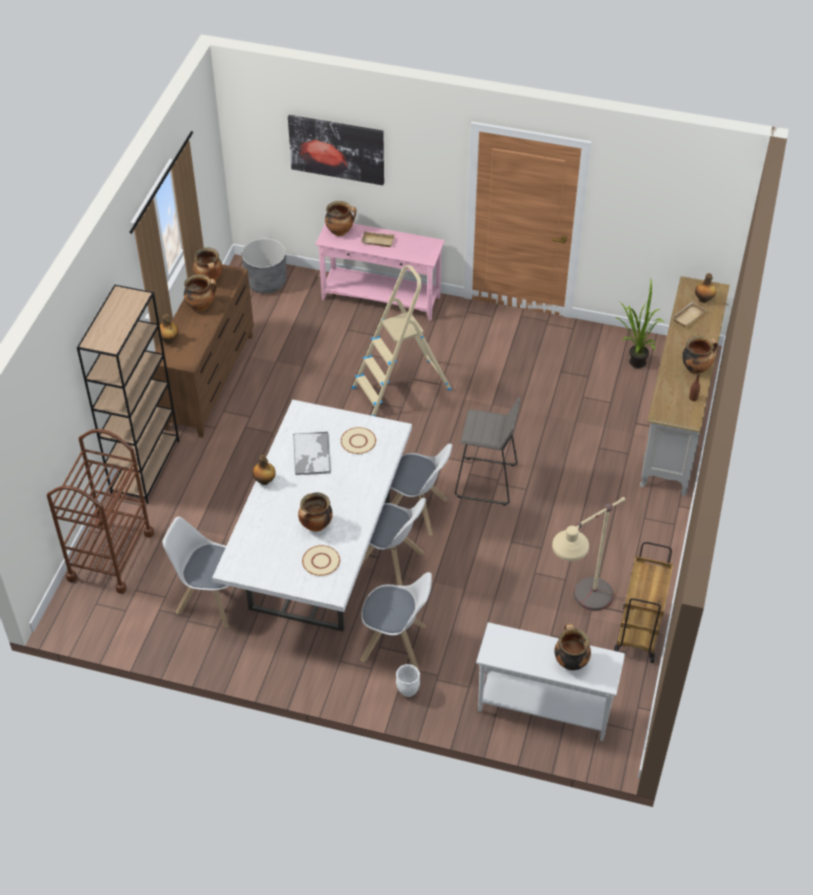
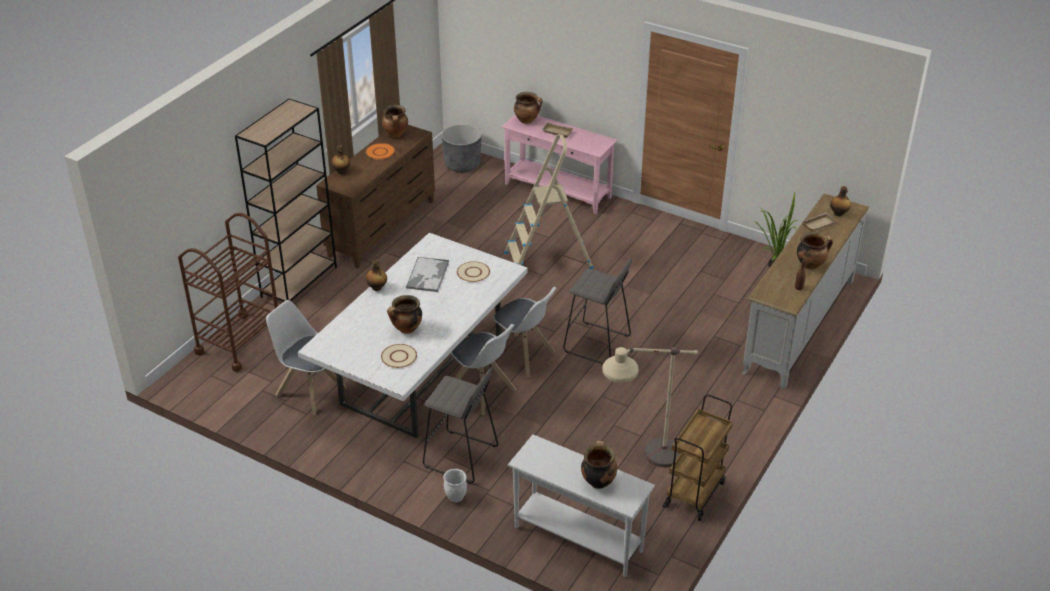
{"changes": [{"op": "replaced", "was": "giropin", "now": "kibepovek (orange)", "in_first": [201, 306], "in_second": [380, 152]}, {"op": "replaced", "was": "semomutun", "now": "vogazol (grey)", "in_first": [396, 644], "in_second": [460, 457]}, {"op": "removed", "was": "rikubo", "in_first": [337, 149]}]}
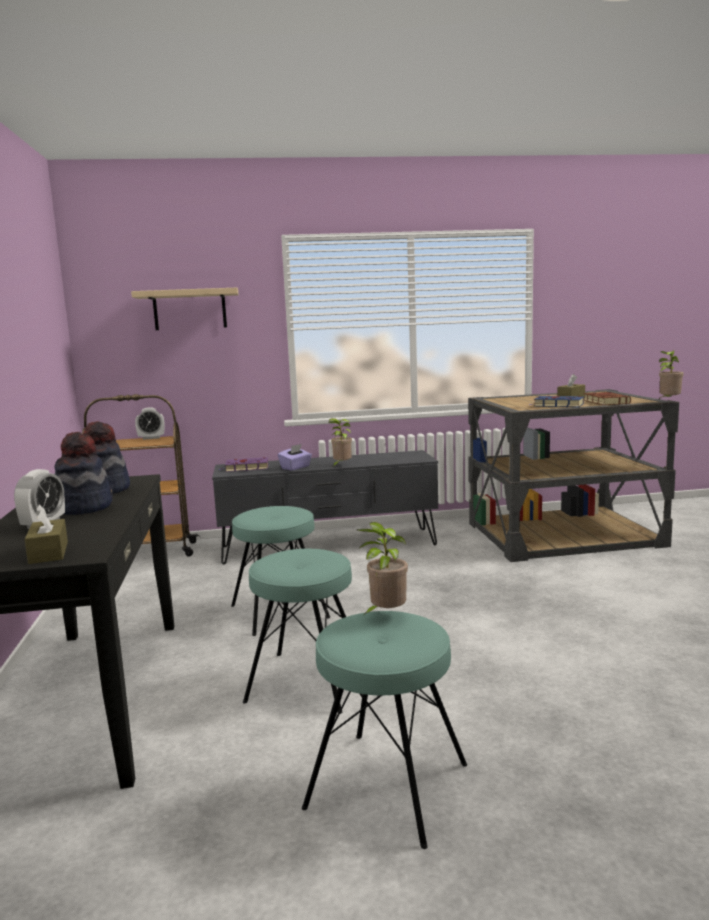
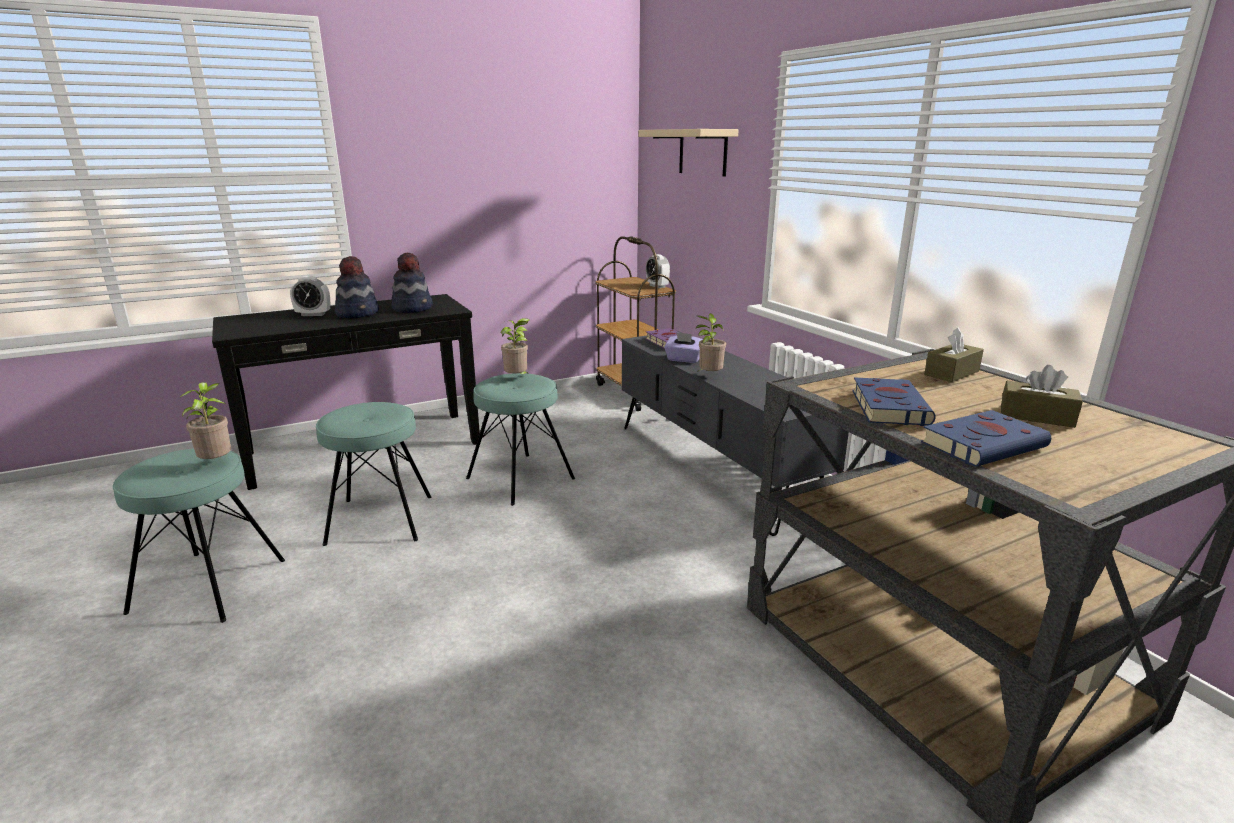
{"changes": [{"op": "moved", "was": "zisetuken", "in_first": [668, 401], "in_second": [517, 378]}, {"op": "recoloured", "was": "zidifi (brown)", "now": "zidifi (blue)", "in_first": [605, 402], "in_second": [985, 444]}, {"op": "moved", "was": "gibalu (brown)", "in_first": [48, 552], "in_second": [951, 373]}]}
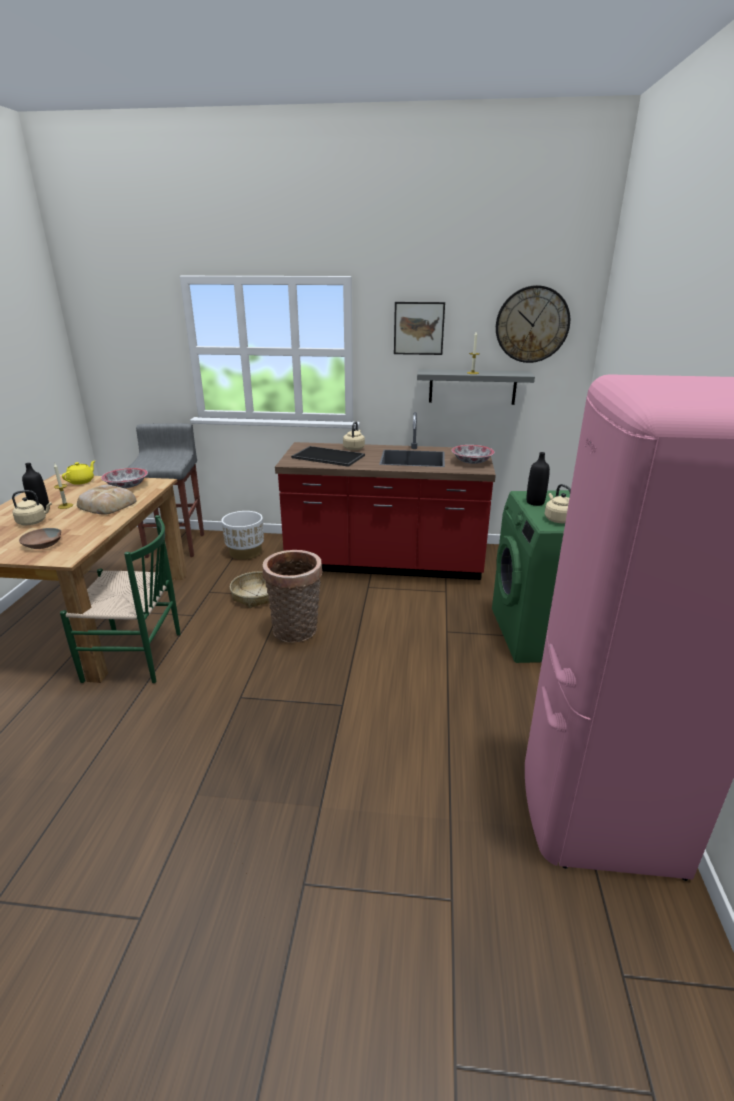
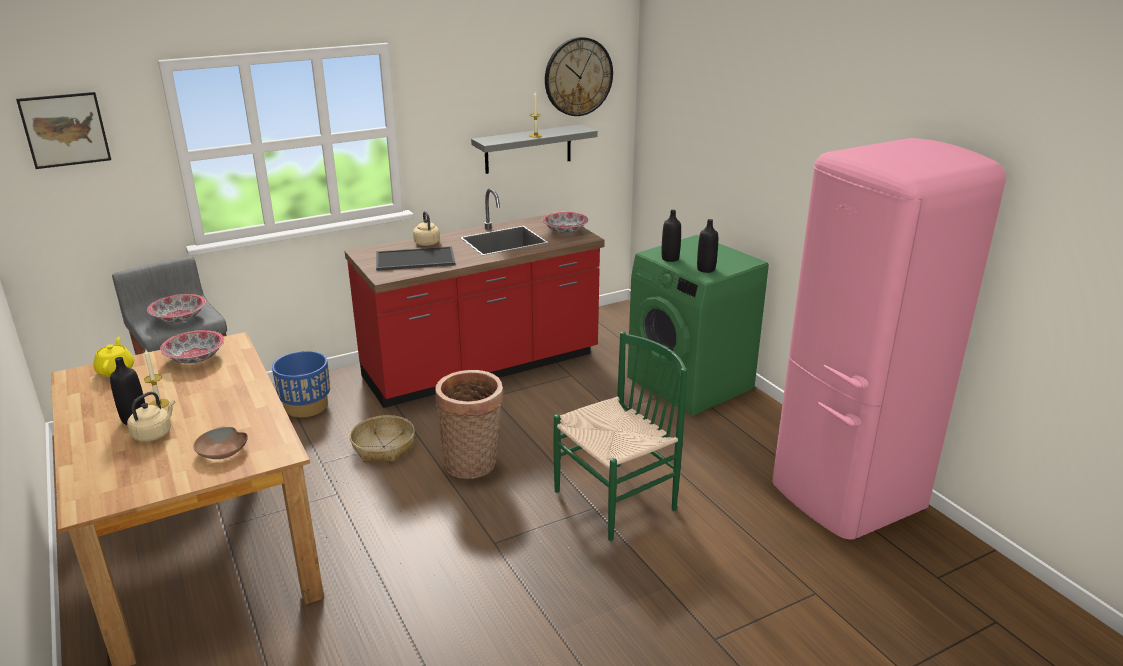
{"changes": [{"op": "moved", "was": "rikubo", "in_first": [419, 328], "in_second": [65, 130]}, {"op": "added", "now": "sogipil", "in_second": [179, 318]}, {"op": "recoloured", "was": "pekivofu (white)", "now": "pekivofu (blue)", "in_first": [245, 552], "in_second": [306, 407]}, {"op": "moved", "was": "semomutun (green)", "in_first": [138, 657], "in_second": [619, 499]}, {"op": "replaced", "was": "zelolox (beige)", "now": "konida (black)", "in_first": [557, 519], "in_second": [706, 269]}, {"op": "removed", "was": "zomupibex", "in_first": [107, 504]}]}
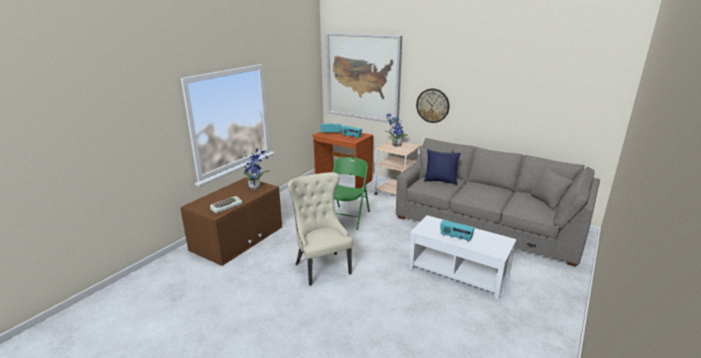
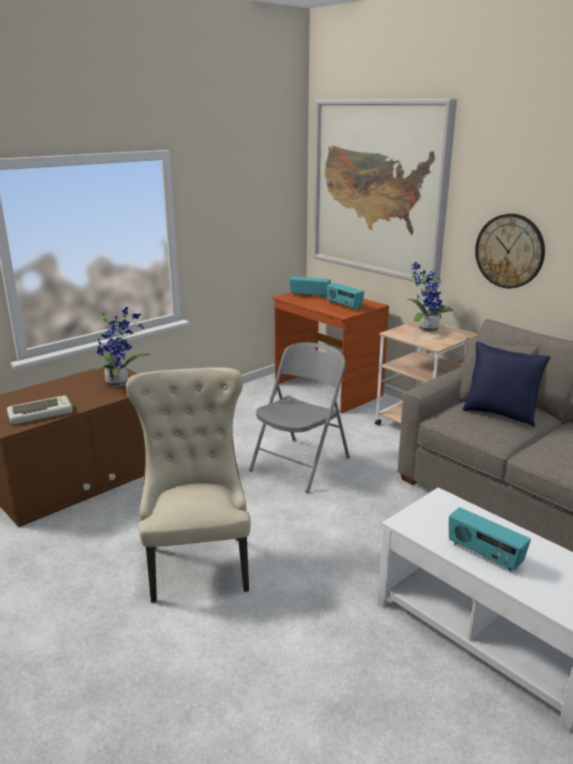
{"changes": [{"op": "recoloured", "was": "semomutun (green)", "now": "semomutun (grey)", "in_first": [347, 217], "in_second": [300, 464]}]}
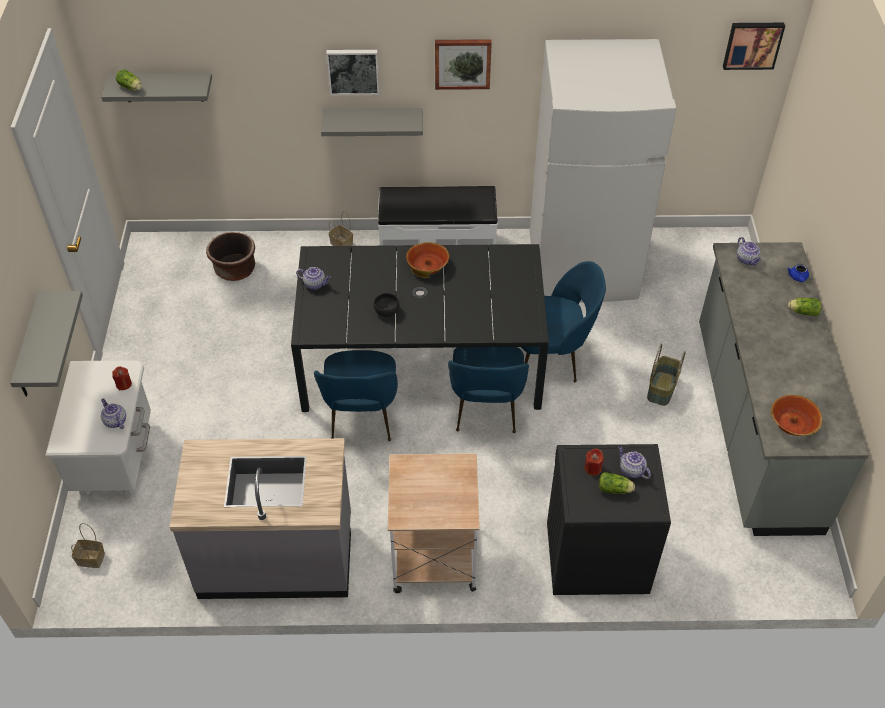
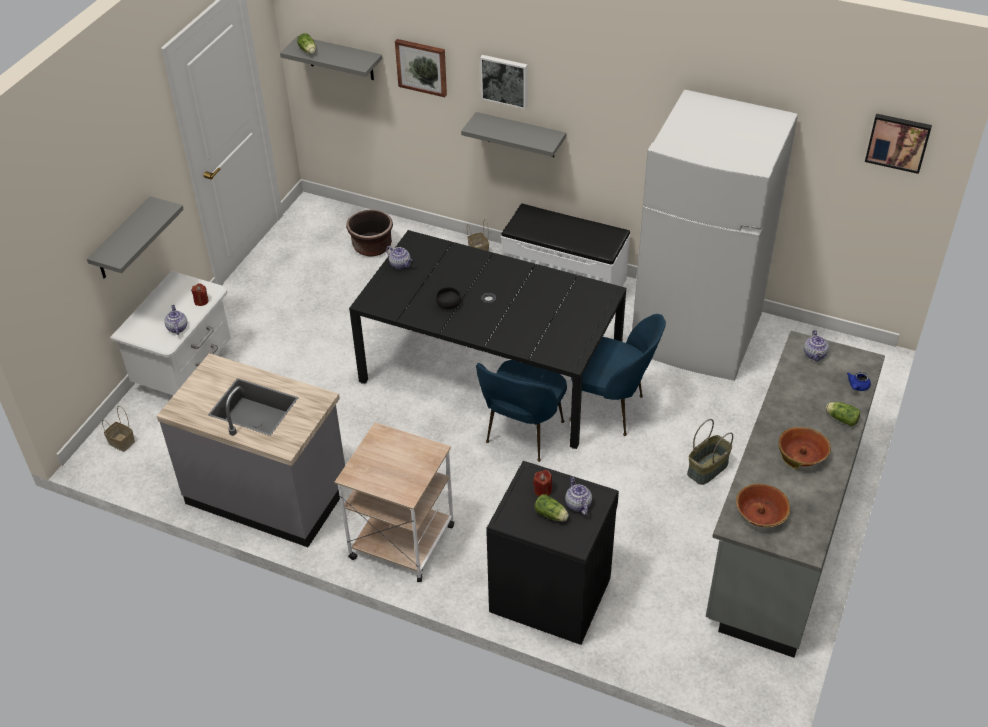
{"changes": [{"op": "moved", "was": "rikubo", "in_first": [462, 63], "in_second": [422, 67]}, {"op": "moved", "was": "sogipil", "in_first": [428, 265], "in_second": [802, 455]}, {"op": "removed", "was": "semomutun (blue)", "in_first": [361, 423]}]}
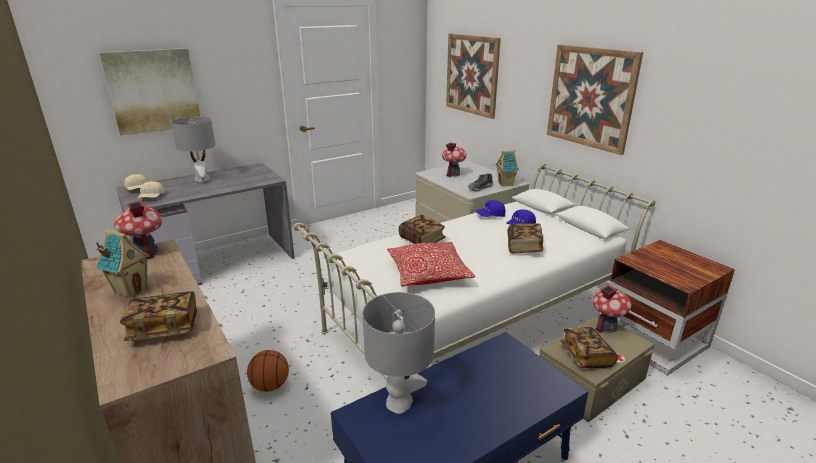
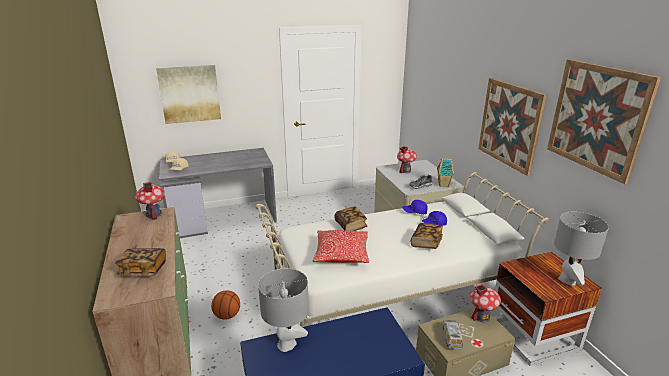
{"changes": [{"op": "replaced", "was": "zidifi", "now": "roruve", "in_first": [586, 356], "in_second": [451, 337]}, {"op": "moved", "was": "rikubo", "in_first": [472, 75], "in_second": [597, 118]}, {"op": "moved", "was": "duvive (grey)", "in_first": [202, 179], "in_second": [567, 280]}, {"op": "removed", "was": "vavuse", "in_first": [131, 289]}]}
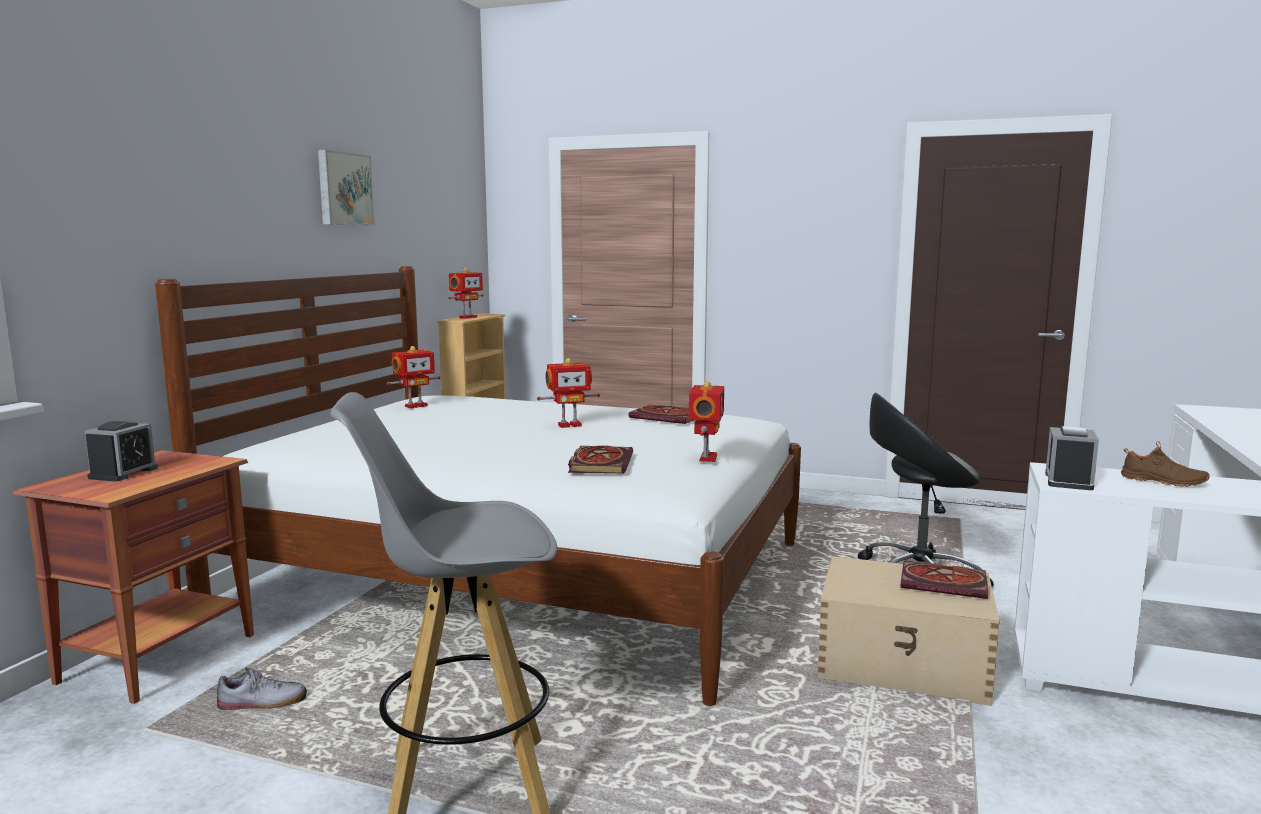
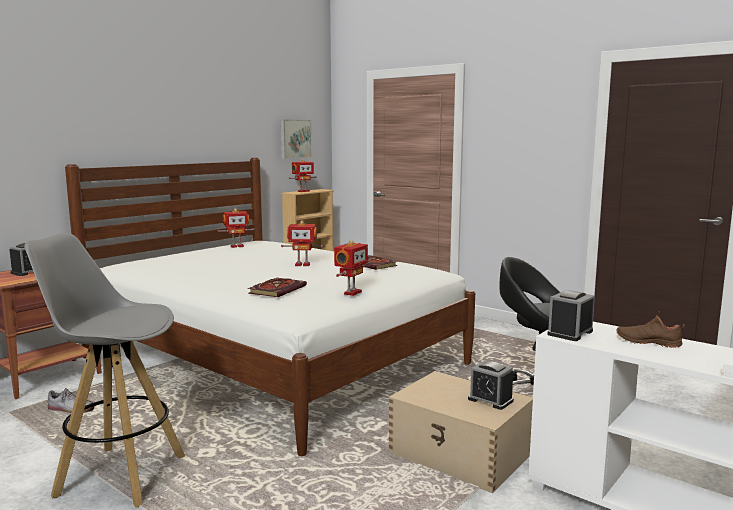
{"changes": [{"op": "moved", "was": "rikubo", "in_first": [343, 189], "in_second": [294, 139]}, {"op": "replaced", "was": "zidifi", "now": "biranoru", "in_first": [945, 583], "in_second": [490, 400]}, {"op": "turned", "was": "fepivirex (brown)", "in_first": [1163, 482], "in_second": [648, 342], "clockwise": 150}]}
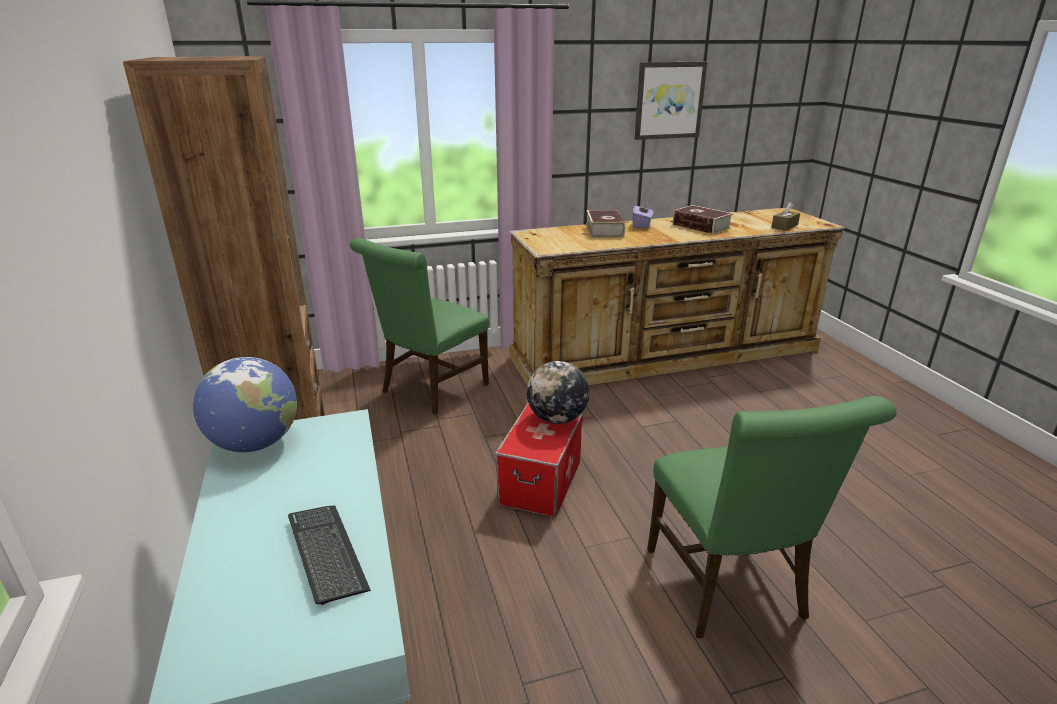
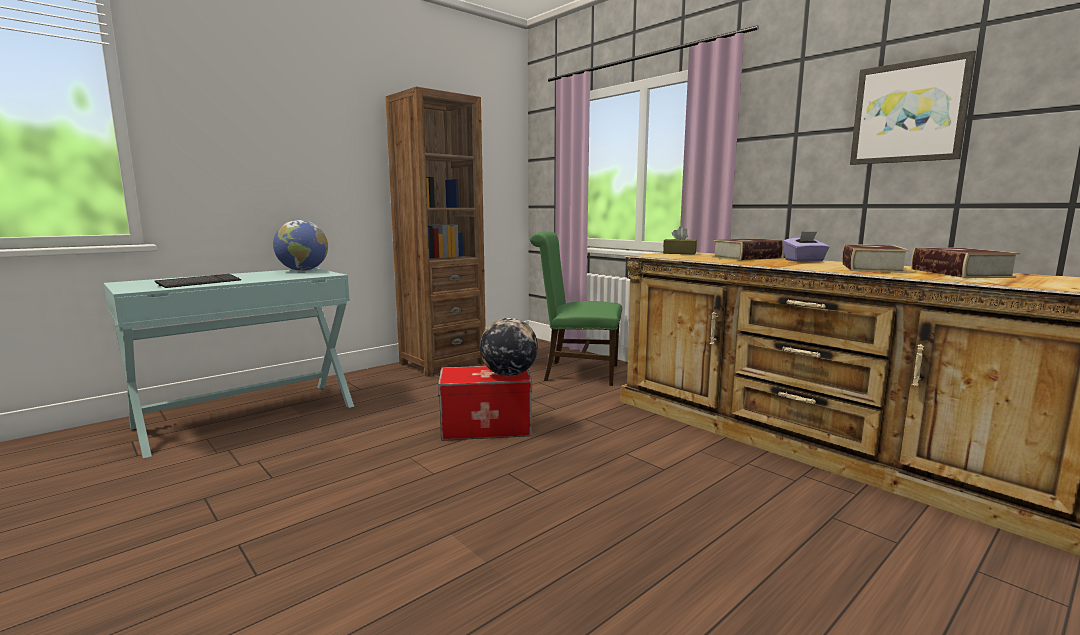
{"changes": [{"op": "moved", "was": "gibalu (brown)", "in_first": [784, 226], "in_second": [679, 253]}, {"op": "added", "now": "zidifi", "in_second": [959, 273]}, {"op": "removed", "was": "semomutun (green)", "in_first": [730, 589]}]}
